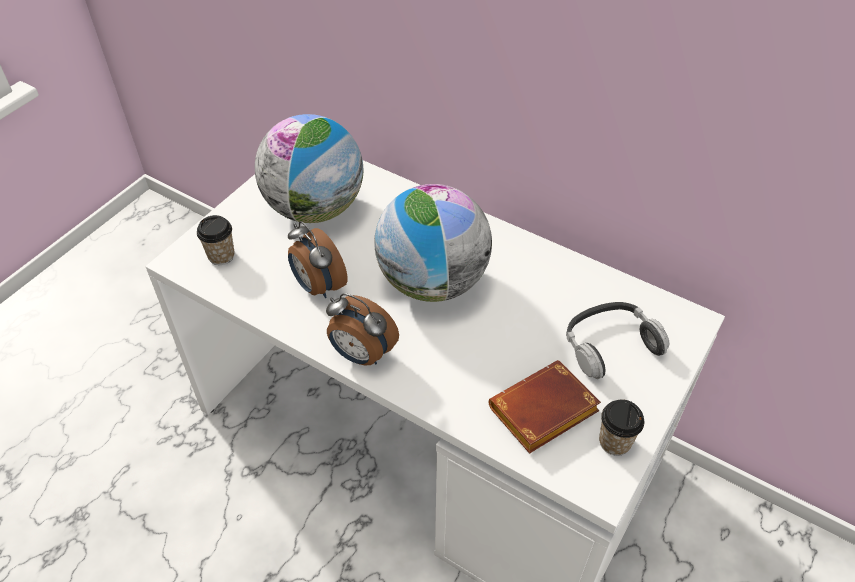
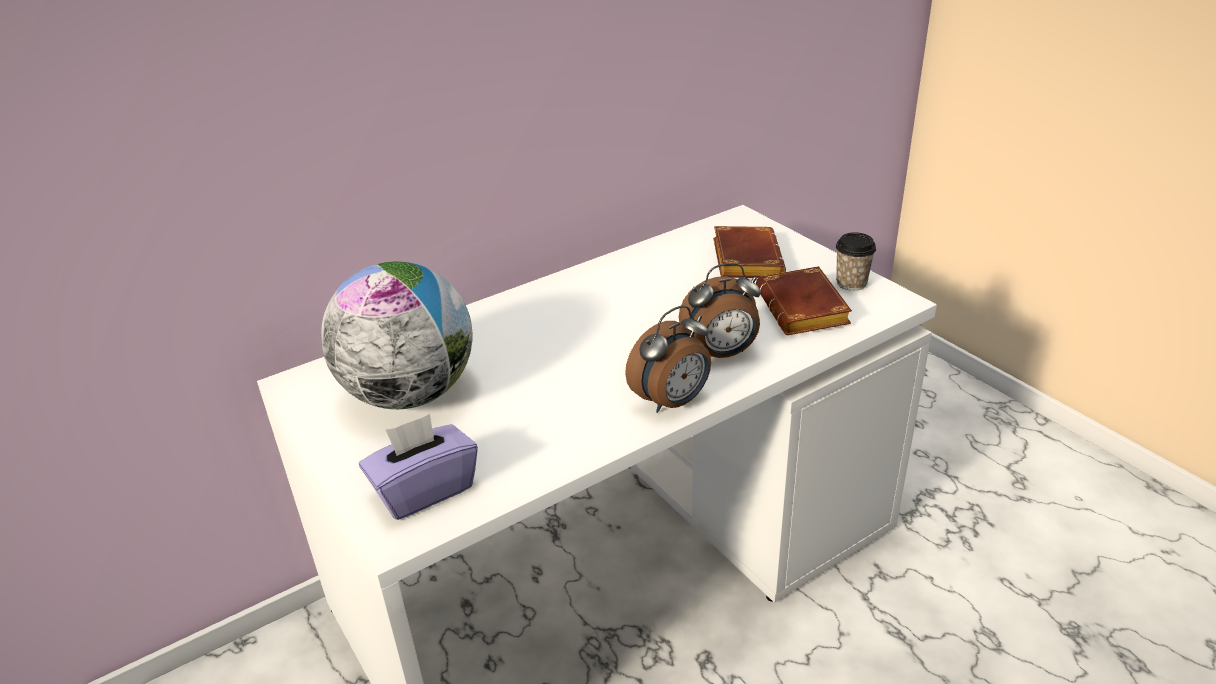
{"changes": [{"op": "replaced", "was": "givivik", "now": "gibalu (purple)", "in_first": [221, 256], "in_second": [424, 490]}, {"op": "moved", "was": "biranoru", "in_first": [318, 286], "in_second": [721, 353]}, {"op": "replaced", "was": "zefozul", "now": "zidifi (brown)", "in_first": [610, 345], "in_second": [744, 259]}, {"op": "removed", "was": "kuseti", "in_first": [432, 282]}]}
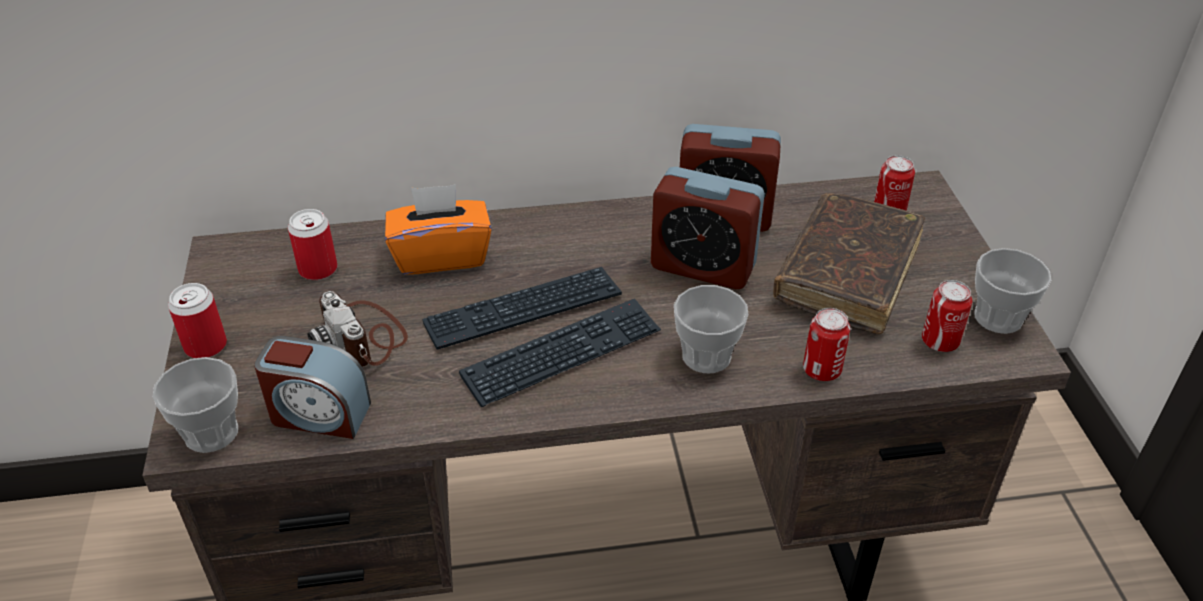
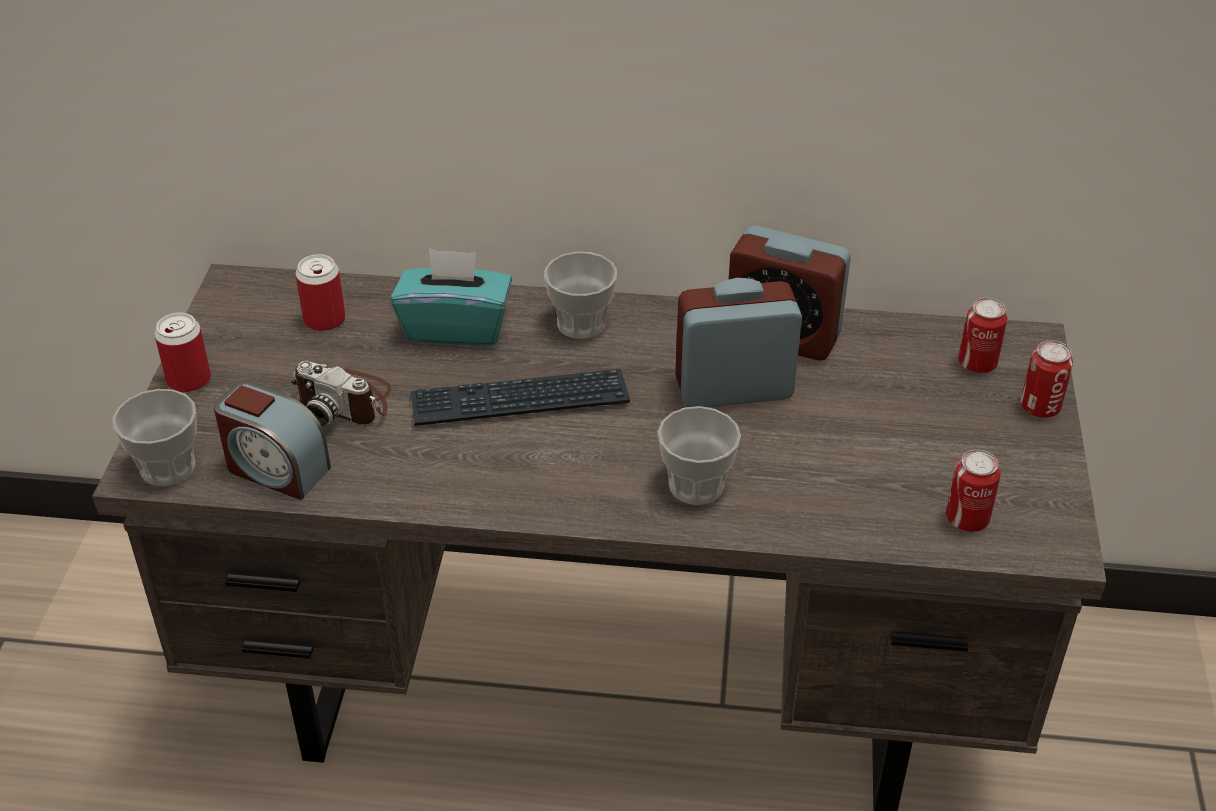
{"changes": [{"op": "turned", "was": "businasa", "in_first": [363, 338], "in_second": [345, 400], "clockwise": -45}, {"op": "recoloured", "was": "gibalu (orange)", "now": "gibalu (turquoise)", "in_first": [441, 255], "in_second": [456, 327]}, {"op": "moved", "was": "givivik", "in_first": [998, 317], "in_second": [581, 323]}, {"op": "turned", "was": "biranoru", "in_first": [703, 266], "in_second": [733, 388], "clockwise": 135}, {"op": "moved", "was": "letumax", "in_first": [821, 370], "in_second": [1040, 407]}, {"op": "removed", "was": "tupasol", "in_first": [562, 354]}, {"op": "removed", "was": "zidifi (brown)", "in_first": [847, 274]}]}
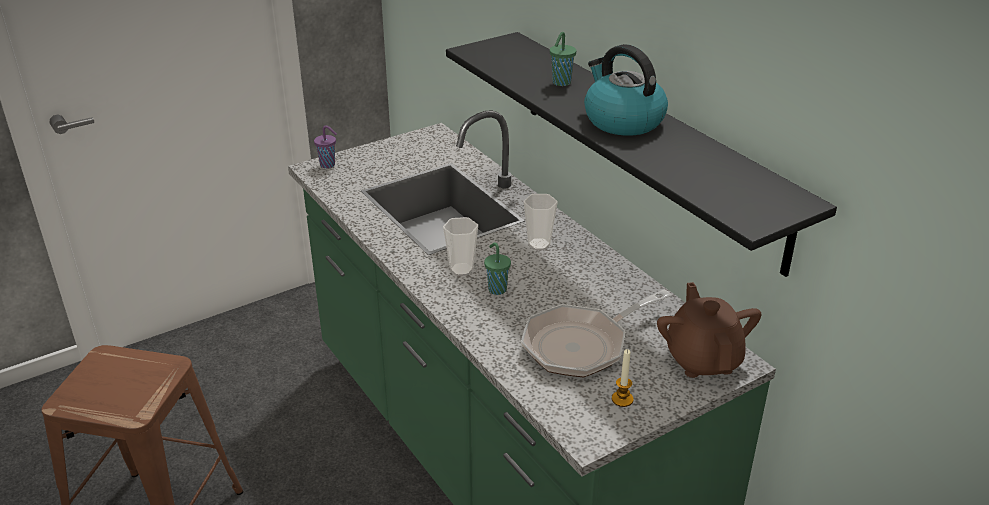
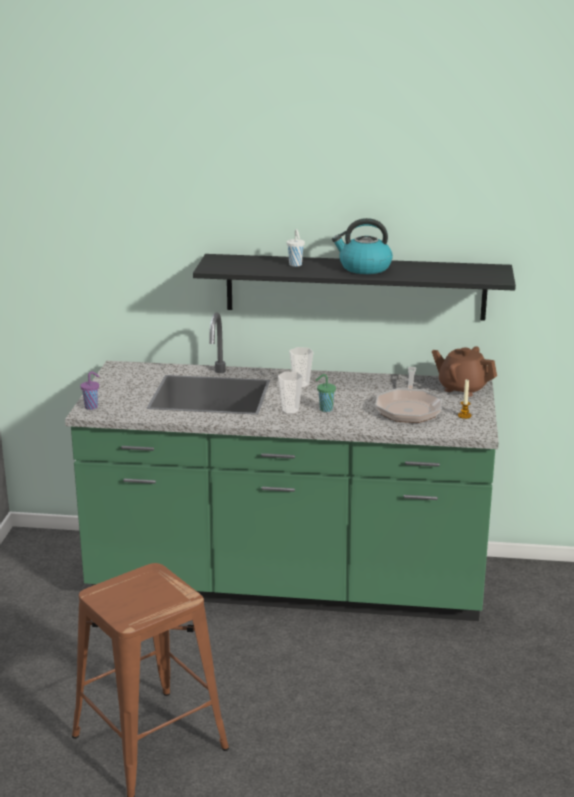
{"changes": [{"op": "recoloured", "was": "givivik (green)", "now": "givivik (white)", "in_first": [561, 83], "in_second": [295, 265]}]}
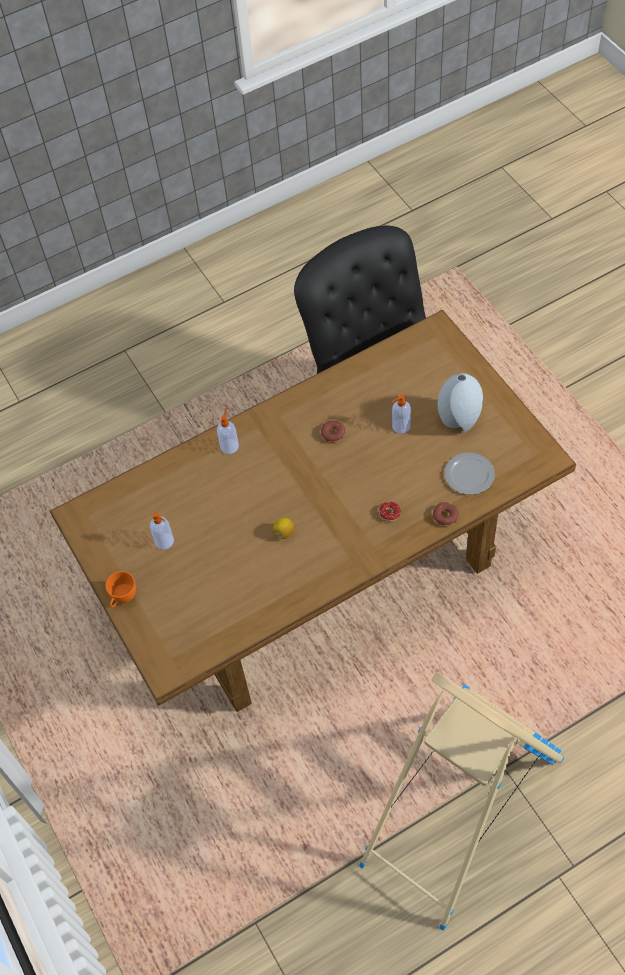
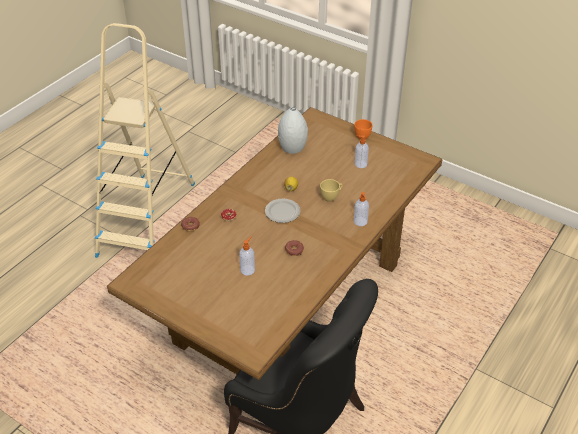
{"changes": [{"op": "moved", "was": "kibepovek", "in_first": [470, 475], "in_second": [282, 212]}, {"op": "moved", "was": "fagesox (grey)", "in_first": [459, 420], "in_second": [291, 147]}, {"op": "added", "now": "givivik (yellow)", "in_second": [331, 197]}]}
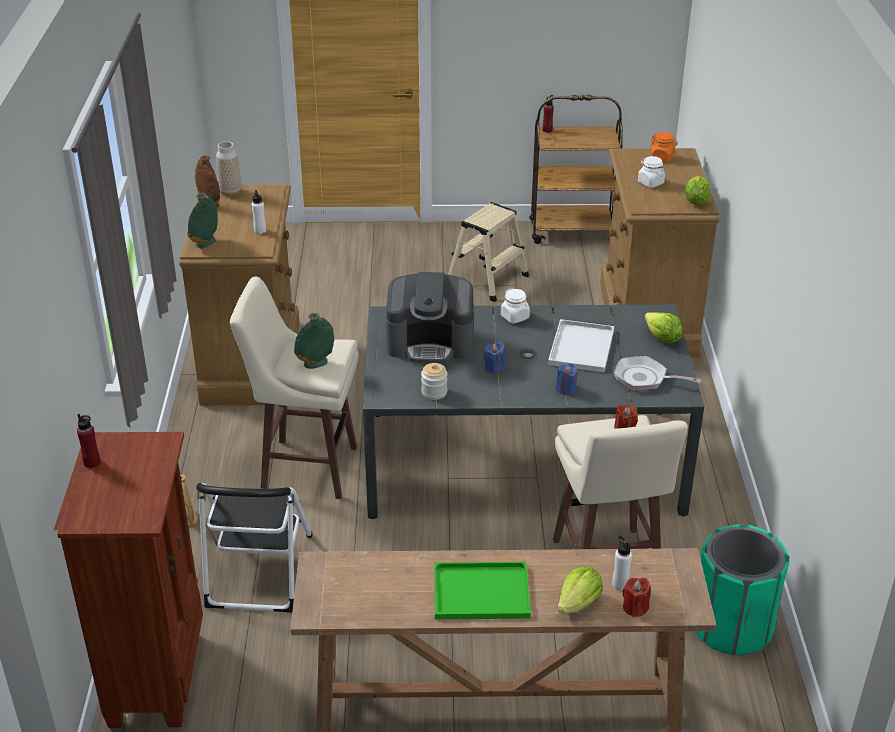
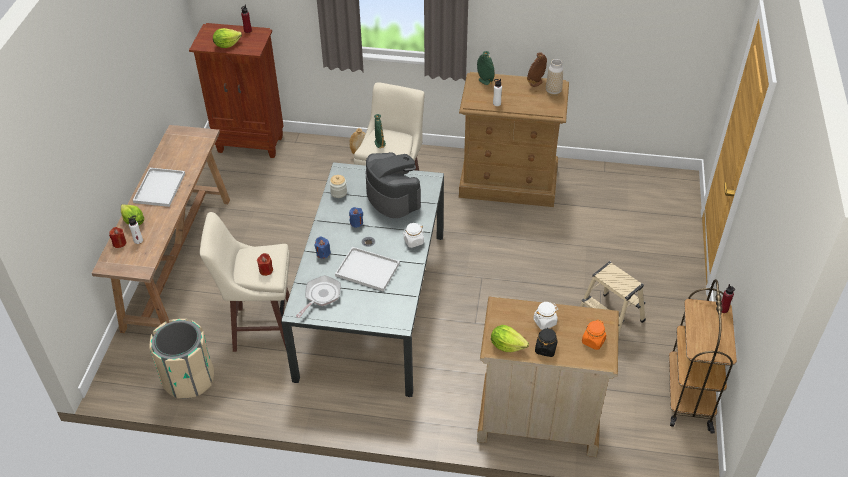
{"changes": [{"op": "recoloured", "was": "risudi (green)", "now": "risudi (white)", "in_first": [483, 591], "in_second": [160, 188]}, {"op": "recoloured", "was": "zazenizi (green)", "now": "zazenizi (beige)", "in_first": [732, 627], "in_second": [188, 379]}, {"op": "moved", "was": "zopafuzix", "in_first": [662, 338], "in_second": [227, 45]}, {"op": "turned", "was": "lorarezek", "in_first": [431, 343], "in_second": [393, 197], "clockwise": 135}, {"op": "added", "now": "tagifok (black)", "in_second": [545, 349]}, {"op": "removed", "was": "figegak", "in_first": [258, 573]}]}
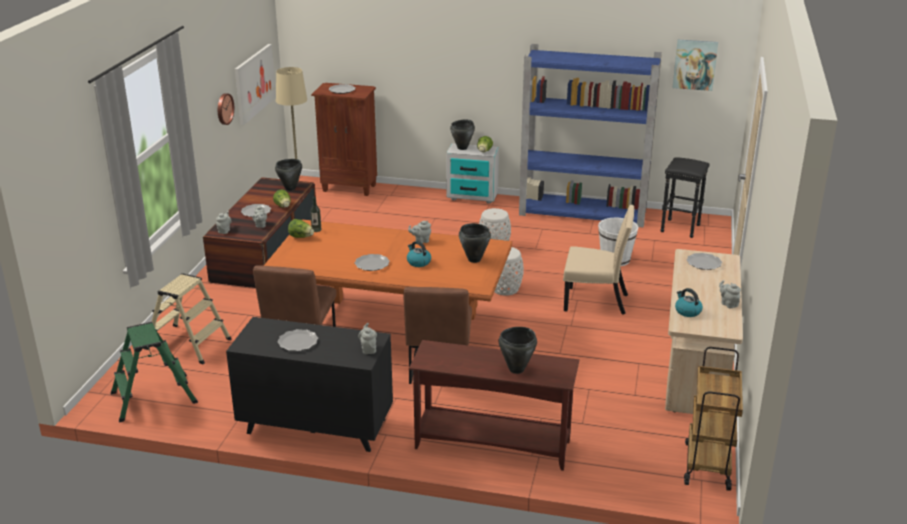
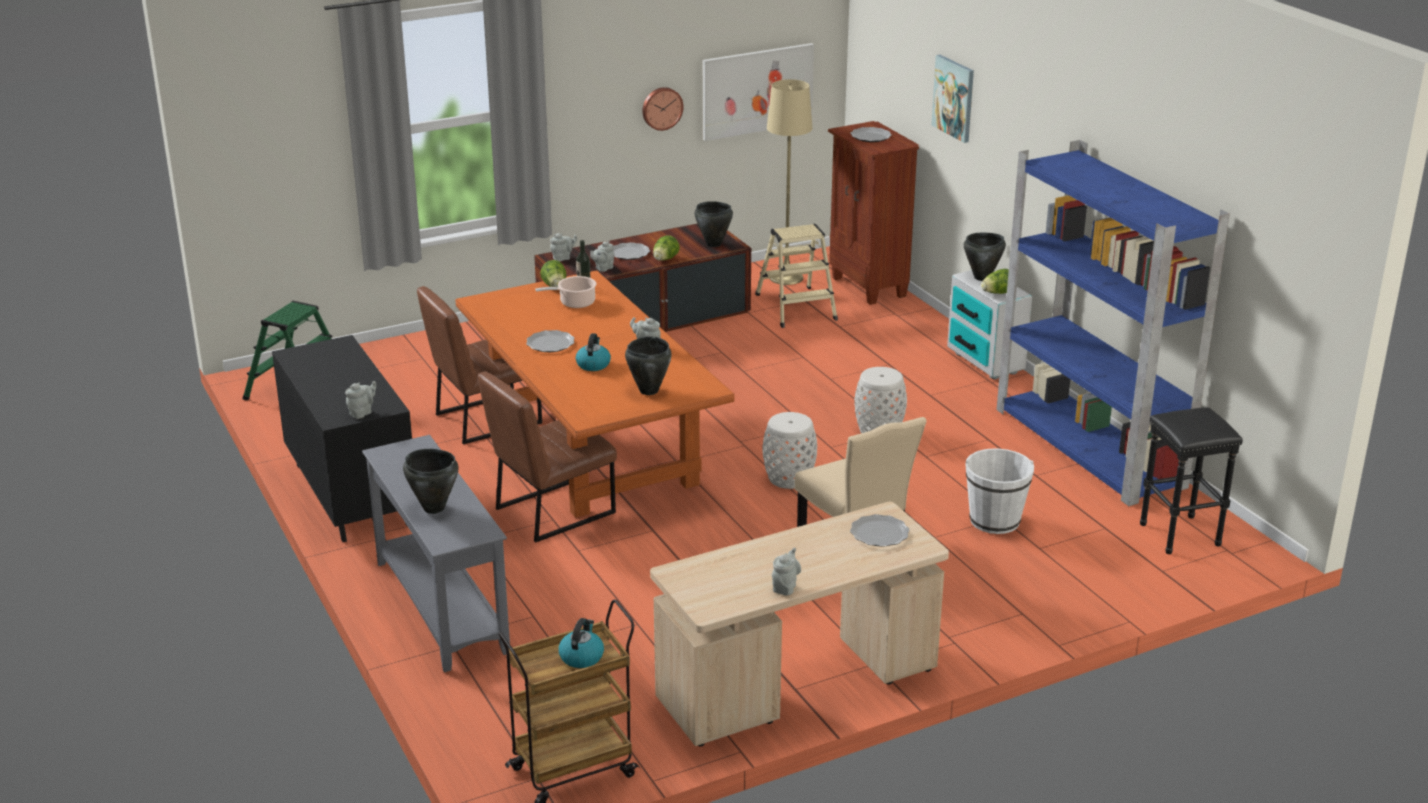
{"changes": [{"op": "recoloured", "was": "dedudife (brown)", "now": "dedudife (grey)", "in_first": [492, 444], "in_second": [440, 606]}, {"op": "added", "now": "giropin", "in_second": [575, 303]}, {"op": "moved", "was": "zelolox", "in_first": [687, 311], "in_second": [581, 656]}, {"op": "moved", "was": "figegak (beige)", "in_first": [188, 344], "in_second": [795, 306]}, {"op": "moved", "was": "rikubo", "in_first": [695, 64], "in_second": [954, 98]}, {"op": "removed", "was": "kibepovek", "in_first": [298, 342]}]}
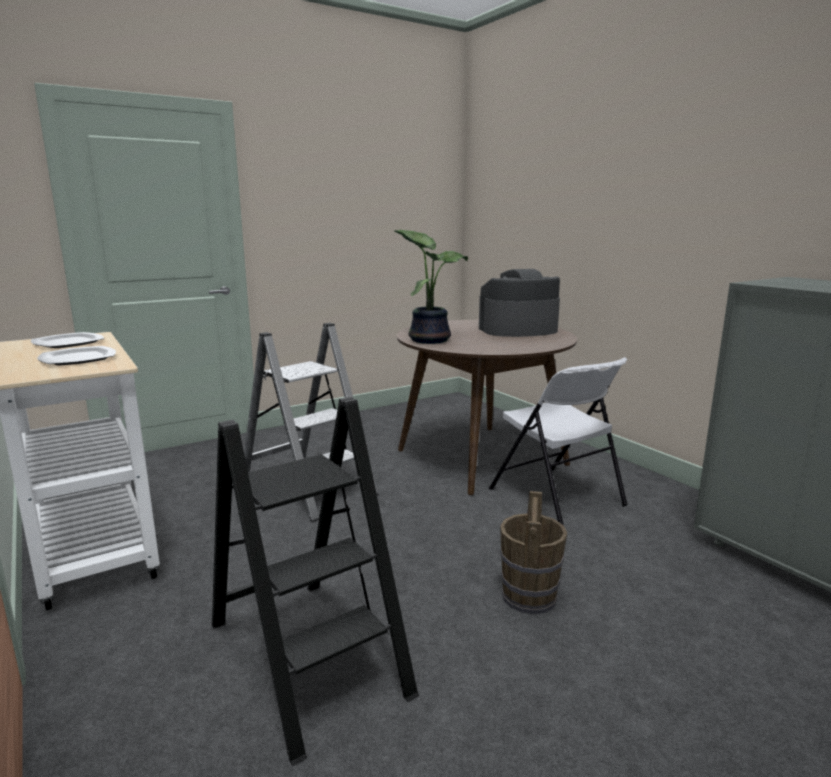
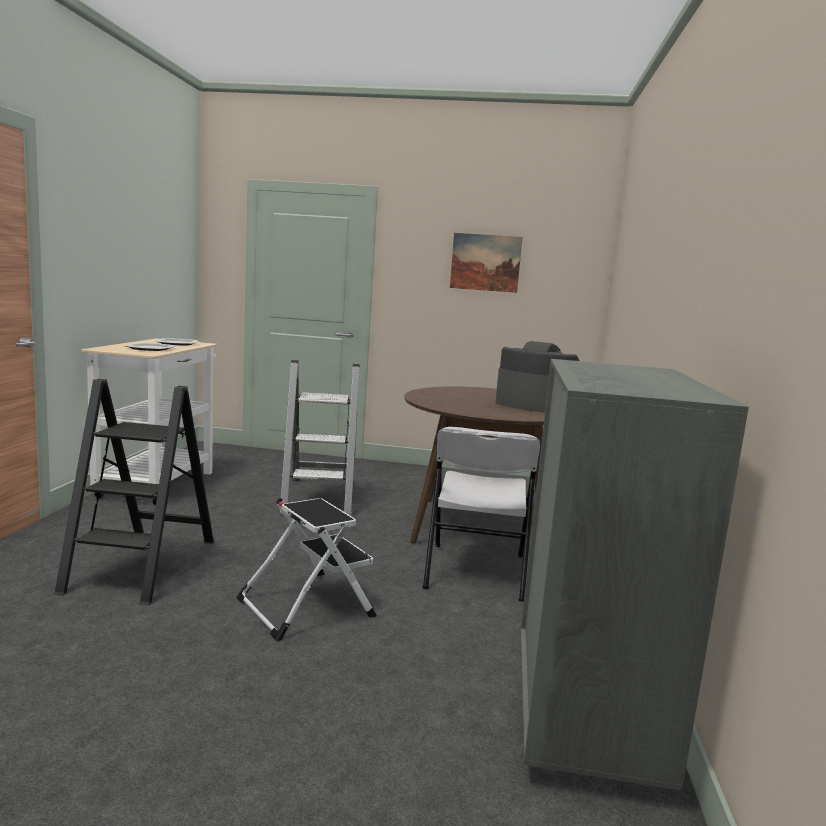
{"changes": [{"op": "replaced", "was": "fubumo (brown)", "now": "figegak", "in_first": [529, 597], "in_second": [306, 604]}, {"op": "added", "now": "rikubo", "in_second": [485, 262]}, {"op": "removed", "was": "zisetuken", "in_first": [429, 339]}]}
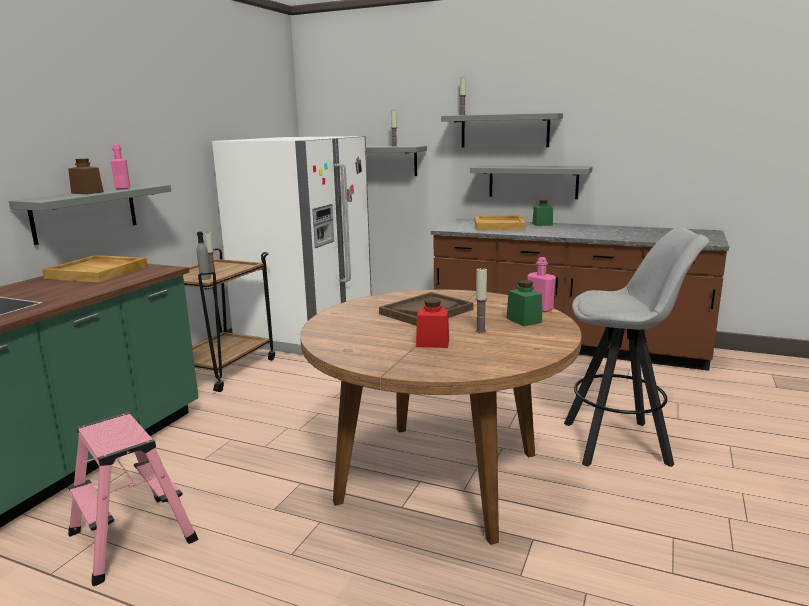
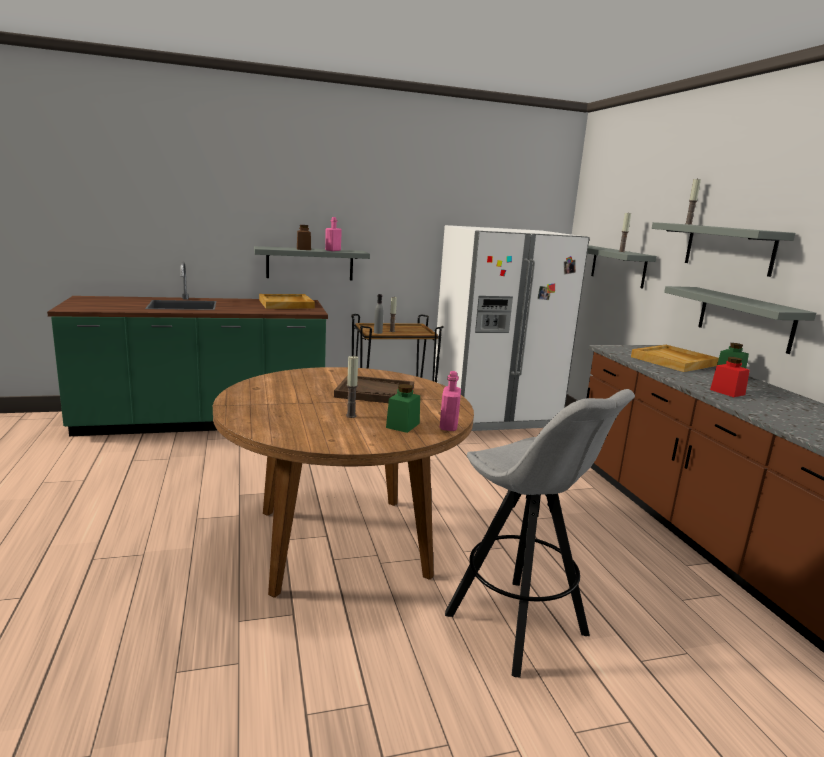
{"changes": [{"op": "moved", "was": "tagifok (red)", "in_first": [432, 343], "in_second": [727, 392]}, {"op": "removed", "was": "figegak (pink)", "in_first": [132, 536]}]}
